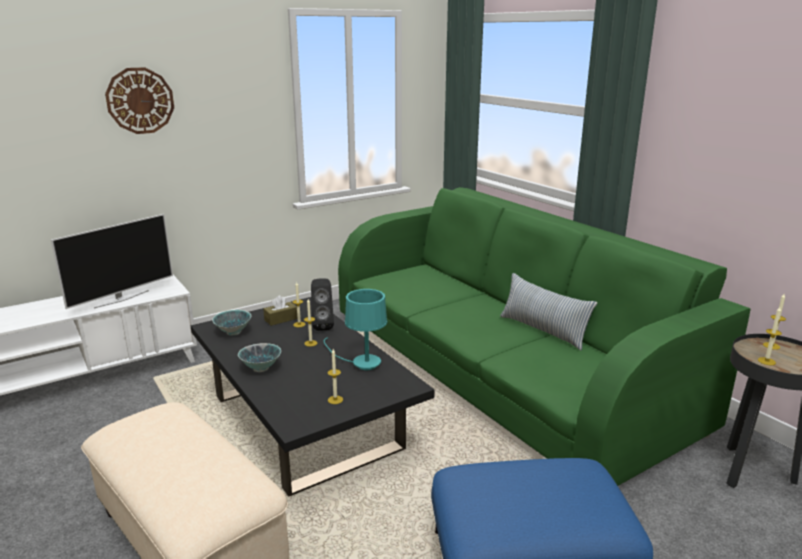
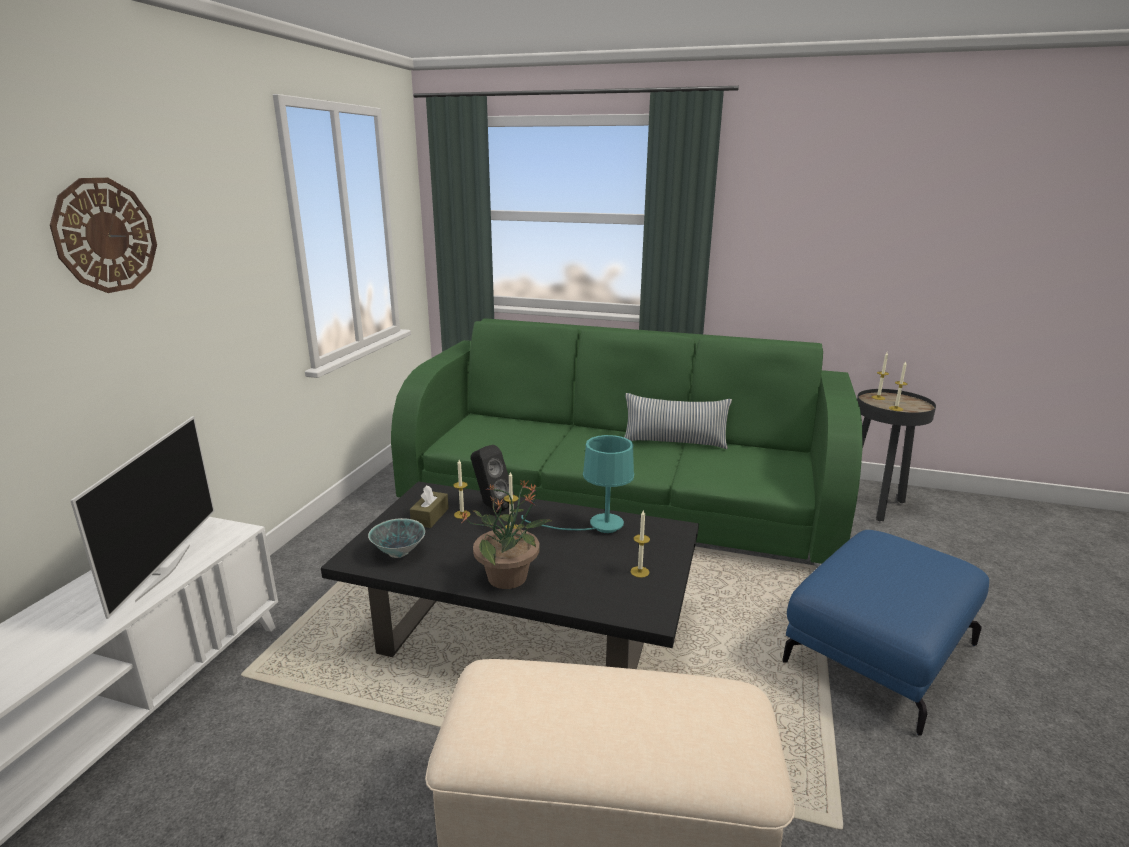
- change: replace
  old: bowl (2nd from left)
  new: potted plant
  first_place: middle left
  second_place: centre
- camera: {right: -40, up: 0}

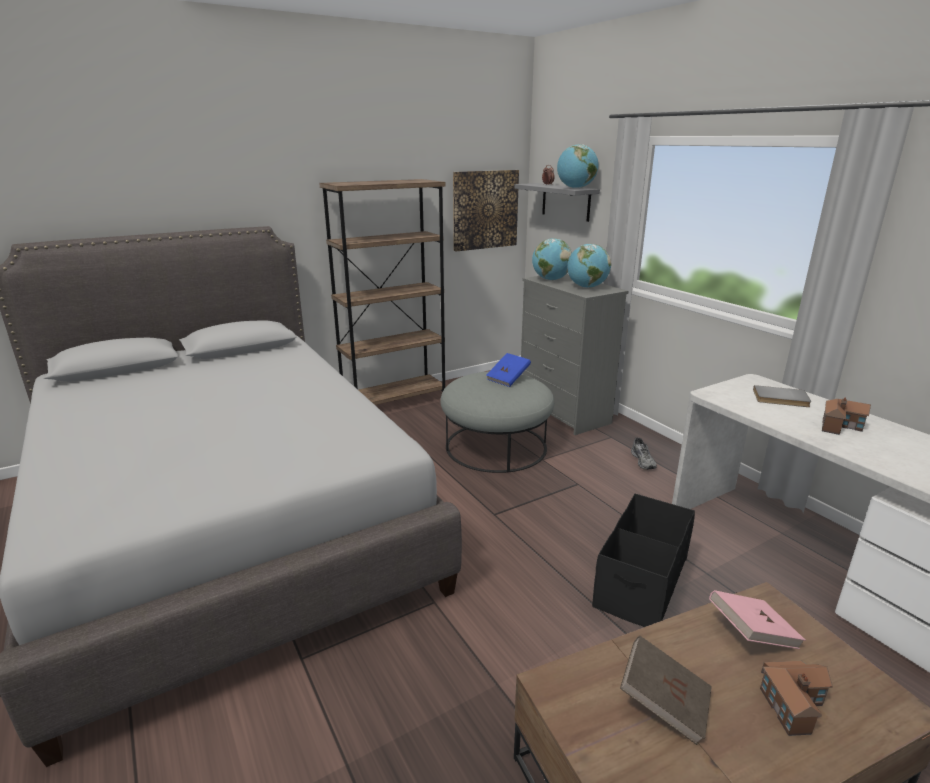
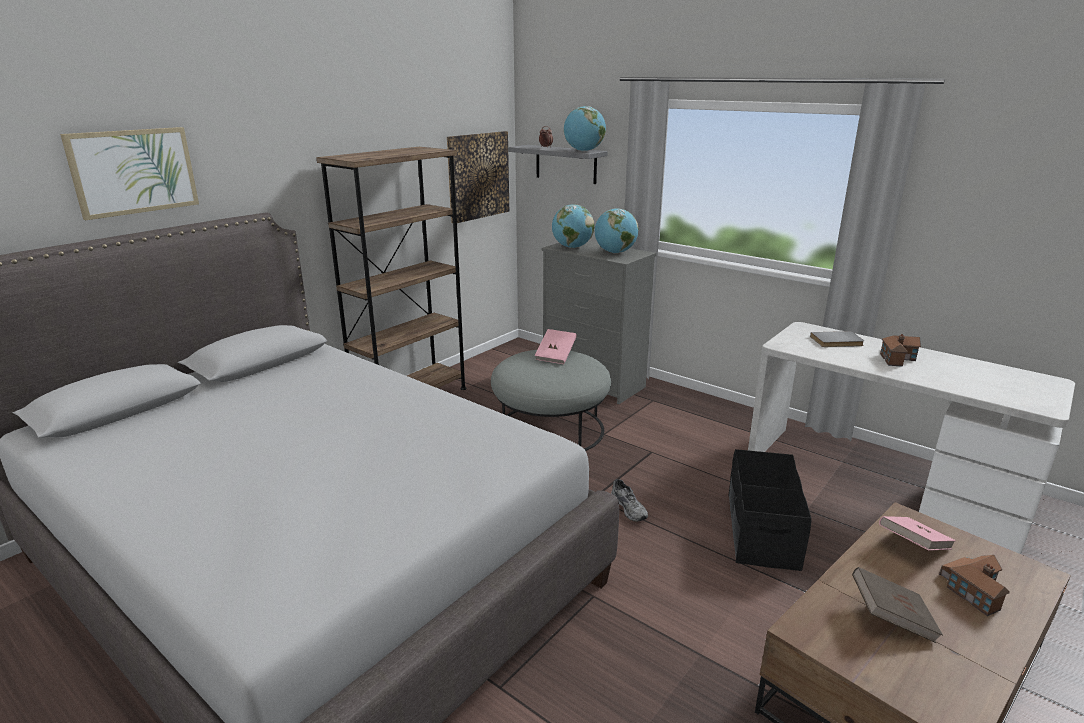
- change: recolor
  old: blue book
  new: pink book (1st from left)
  first_place: centre
  second_place: centre
- change: move
  old: grey shoe
  first_place: middle right
  second_place: bottom centre
- change: insert
  new: picture (1st from left)
  second_place: top left
- camera: {right: -20, up: 0}

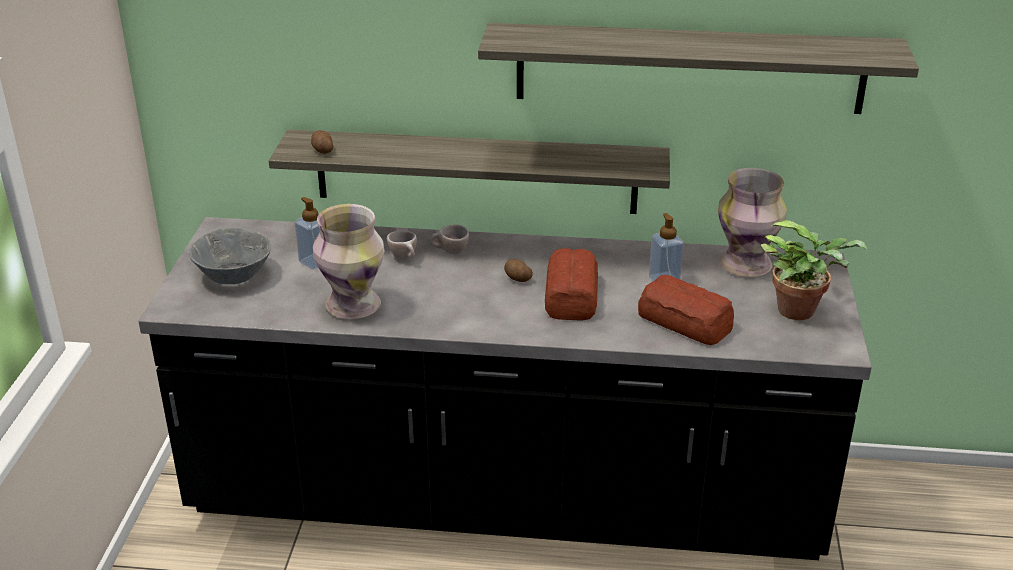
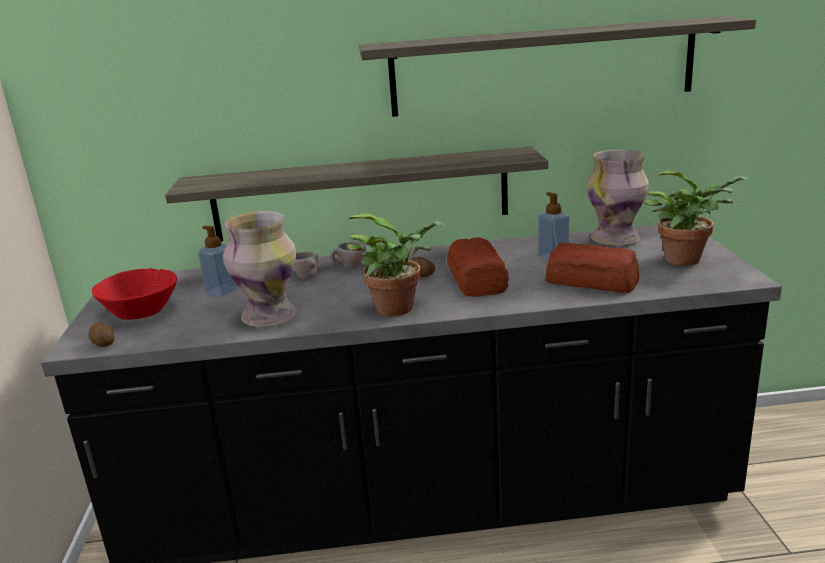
- change: move
  old: potato (1st from left)
  first_place: top left
  second_place: middle left
- change: recolor
  old: grey bowl
  new: red bowl
  first_place: middle left
  second_place: middle left
- change: insert
  new: potted plant (1st from left)
  second_place: centre
- camera: {right: -10, up: -10}

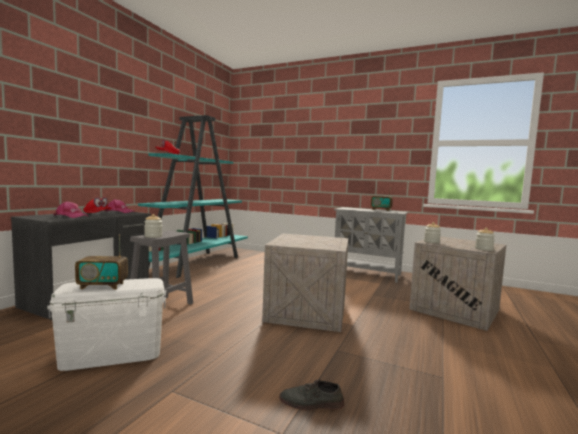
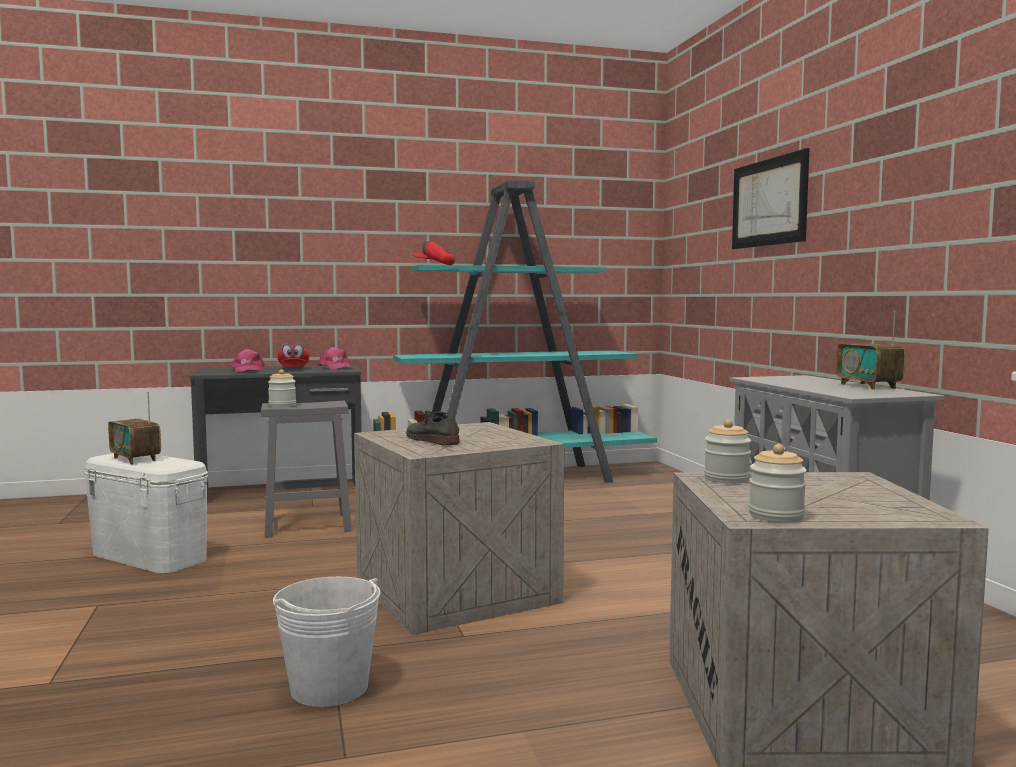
- change: move
  old: grey shoe
  first_place: bottom centre
  second_place: centre
- change: insert
  new: picture
  second_place: top right
- change: insert
  new: white bucket
  second_place: bottom left
- camera: {right: 50, up: 0}

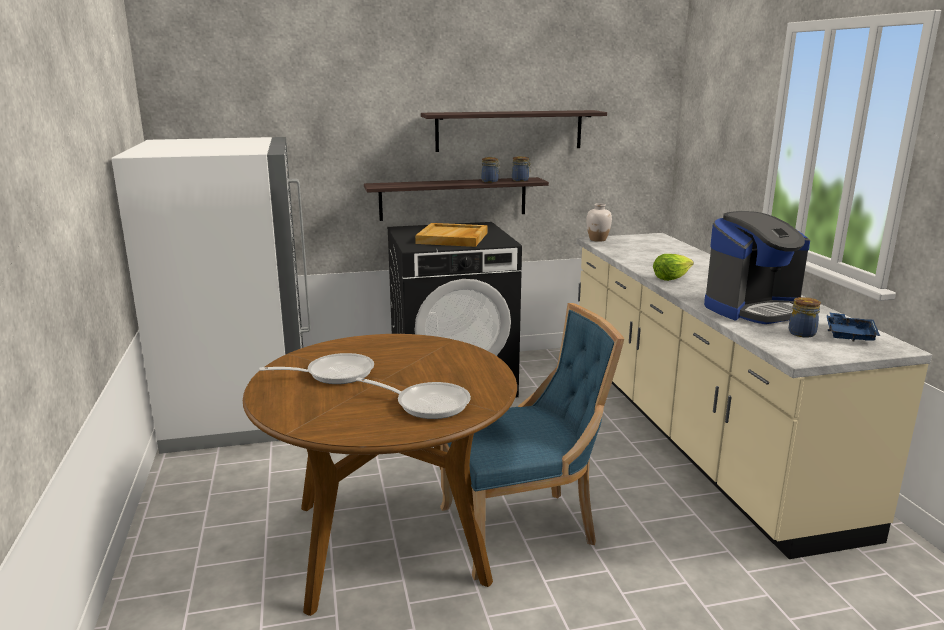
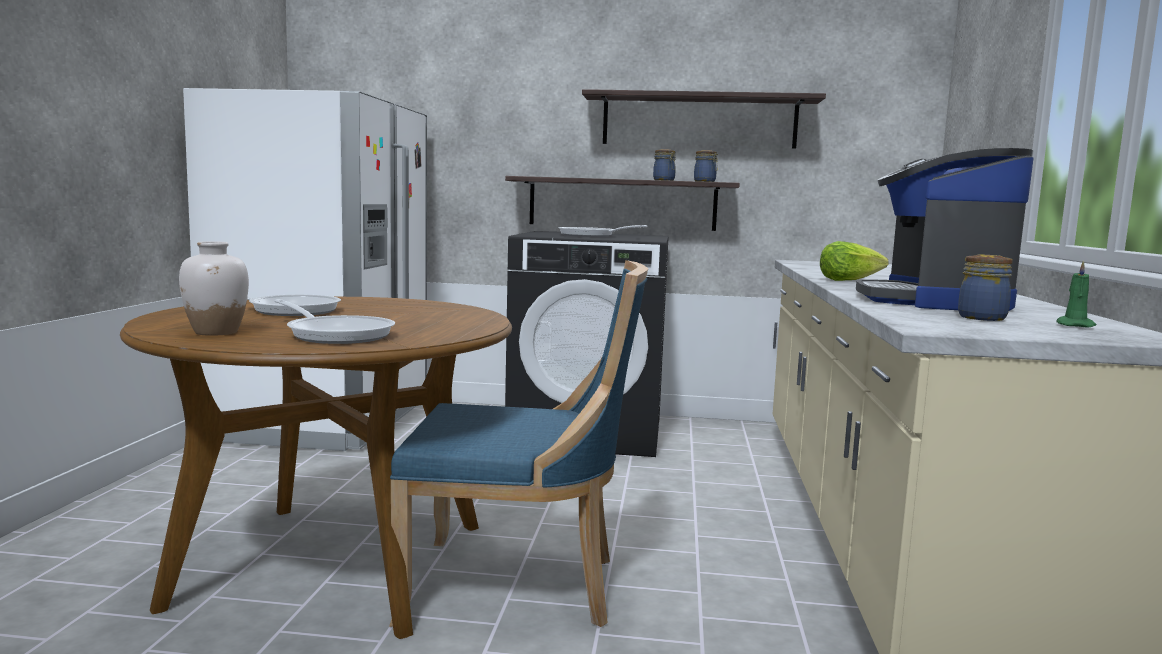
- change: move
  old: white vase
  first_place: centre
  second_place: middle left
- change: rotate
  old: coffee machine
  first_place: middle right
  second_place: middle right
  degrees: 105
- change: replace
  old: beige tray
  new: frying pan (3rd from left)
  first_place: centre
  second_place: centre
- change: replace
  old: blue tray
  new: green candle
  first_place: middle right
  second_place: middle right
- camera: {right: 20, up: -10}

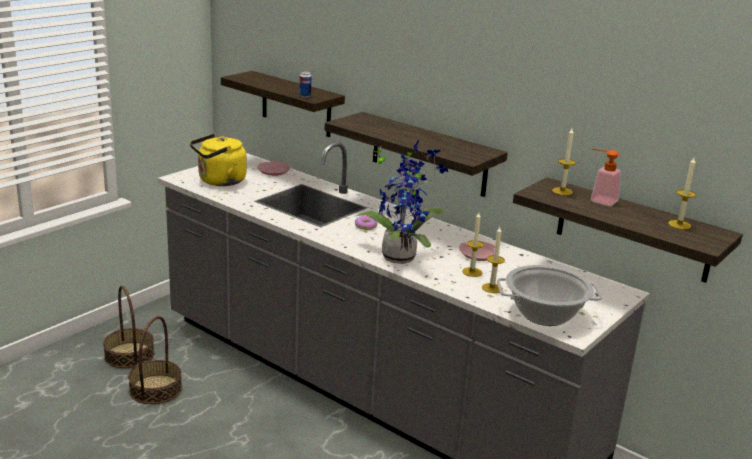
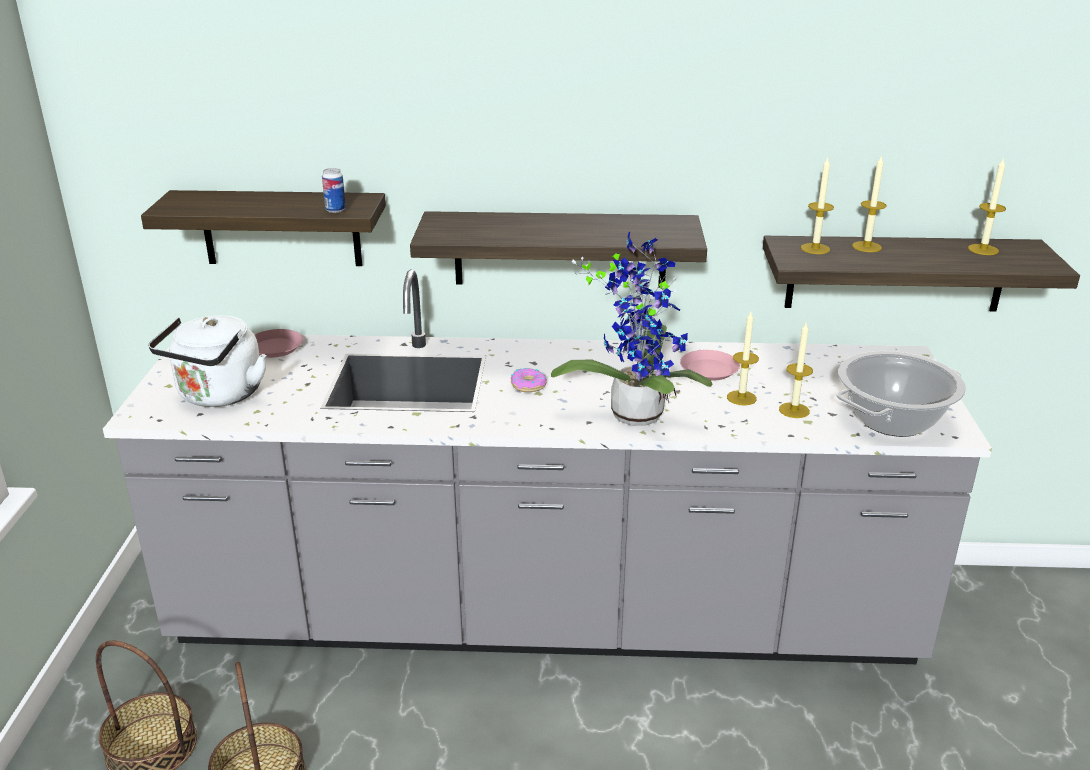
- change: recolor
  old: yellow kettle
  new: white kettle
  first_place: middle left
  second_place: middle left
- change: replace
  old: soap dispenser
  new: candle (4th from left)
  first_place: middle right
  second_place: top right
- camera: {right: -35, up: 5}

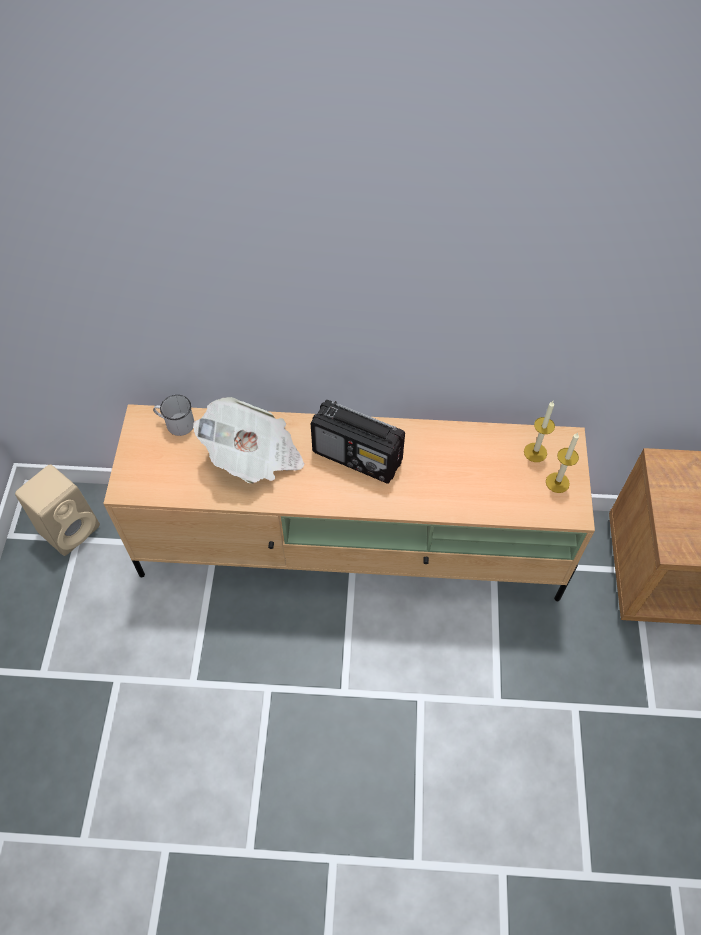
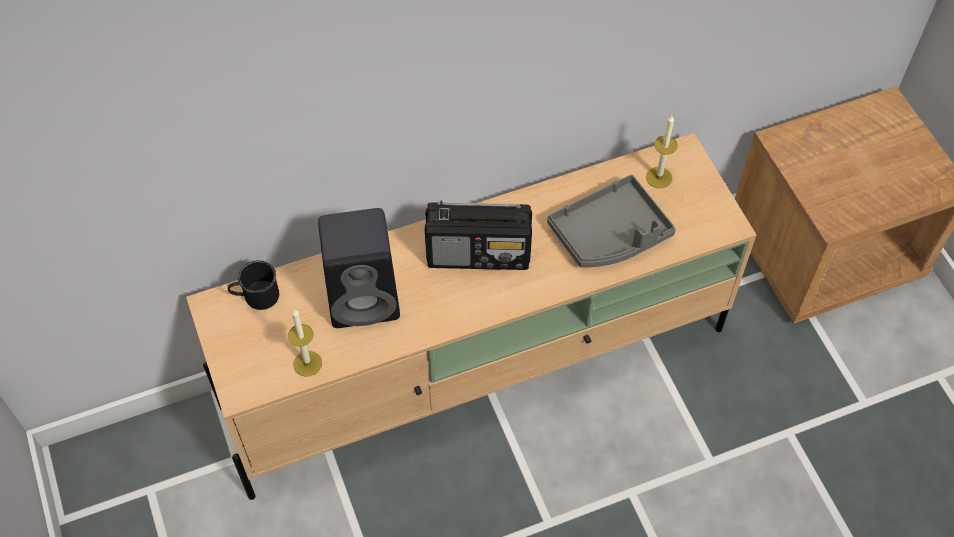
- change: recolor
  old: white mug
  new: black mug
  first_place: middle left
  second_place: middle left
- change: replace
  old: newspaper
  new: black speaker
  first_place: centre
  second_place: centre
- change: move
  old: candle (2nd from left in the first image)
  new: candle (1st from left)
  first_place: middle right
  second_place: middle left
- change: delete
  old: beige speaker
  first_place: middle left
- change: insert
  new: grey tray
  second_place: centre
- camera: {right: -25, up: 0}

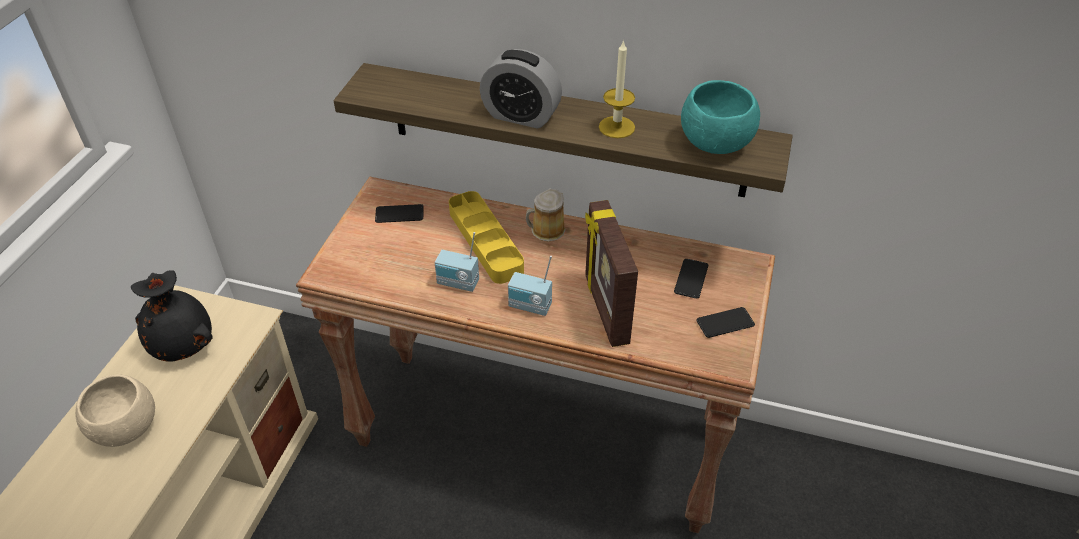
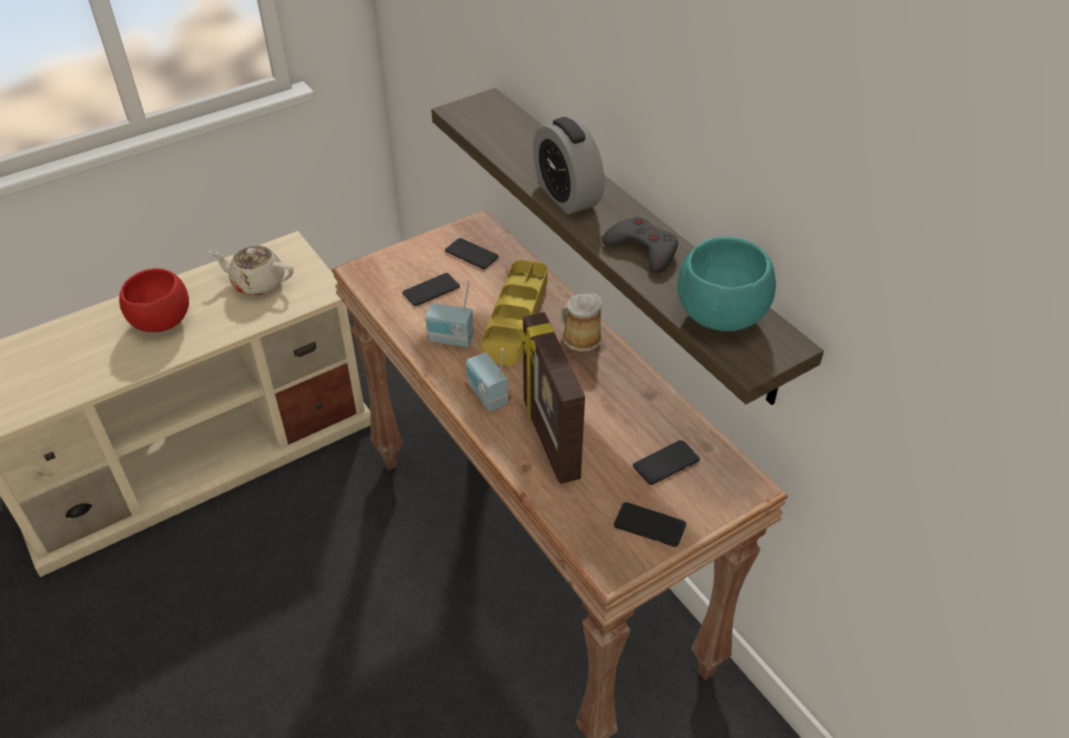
- change: replace
  old: candle
  new: grey game controller
  first_place: top centre
  second_place: top centre
- change: rotate
  old: picture frame
  first_place: centre
  second_place: centre
  degrees: -45
- change: rotate
  old: radio (1st from left)
  first_place: centre
  second_place: centre
  degrees: -45
- change: replace
  old: black vase
  new: beige teapot
  first_place: middle left
  second_place: middle left
- change: recolor
  old: beige bowl
  new: red bowl
  first_place: bottom left
  second_place: middle left
- change: insert
  new: phone (1st from left)
  second_place: centre
- camera: {right: 40, up: 0}

